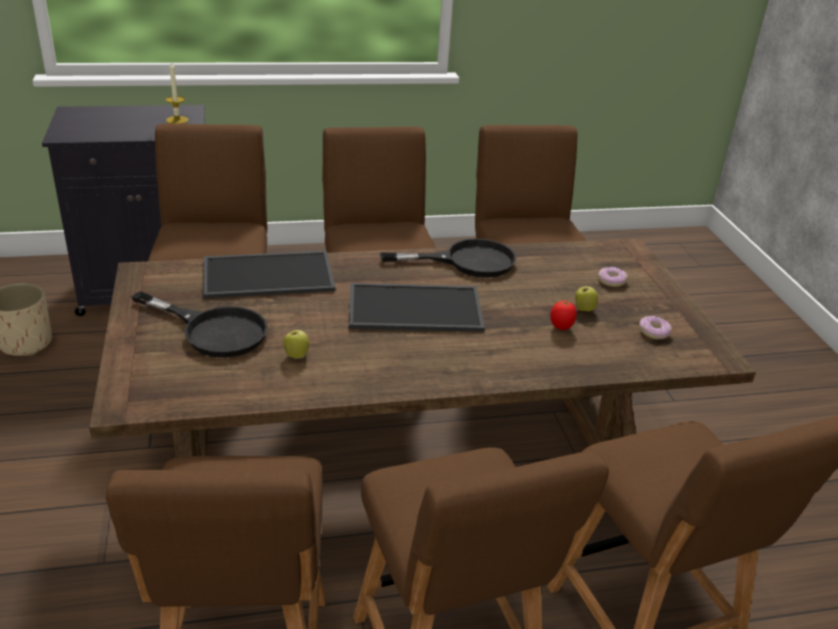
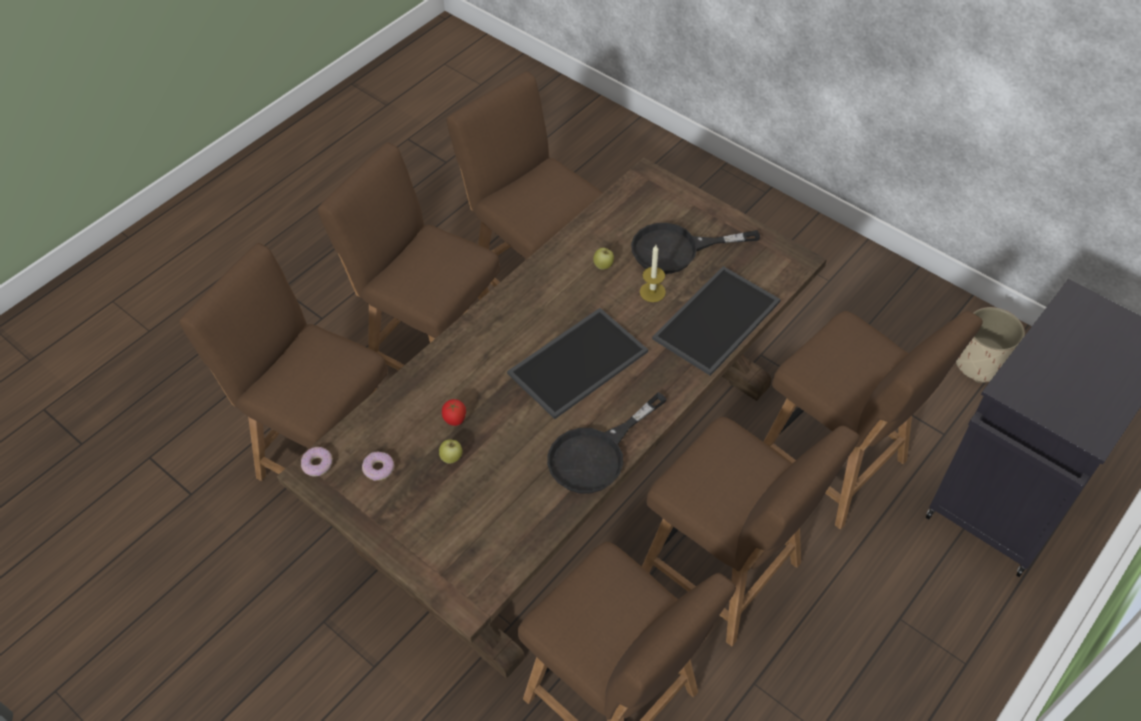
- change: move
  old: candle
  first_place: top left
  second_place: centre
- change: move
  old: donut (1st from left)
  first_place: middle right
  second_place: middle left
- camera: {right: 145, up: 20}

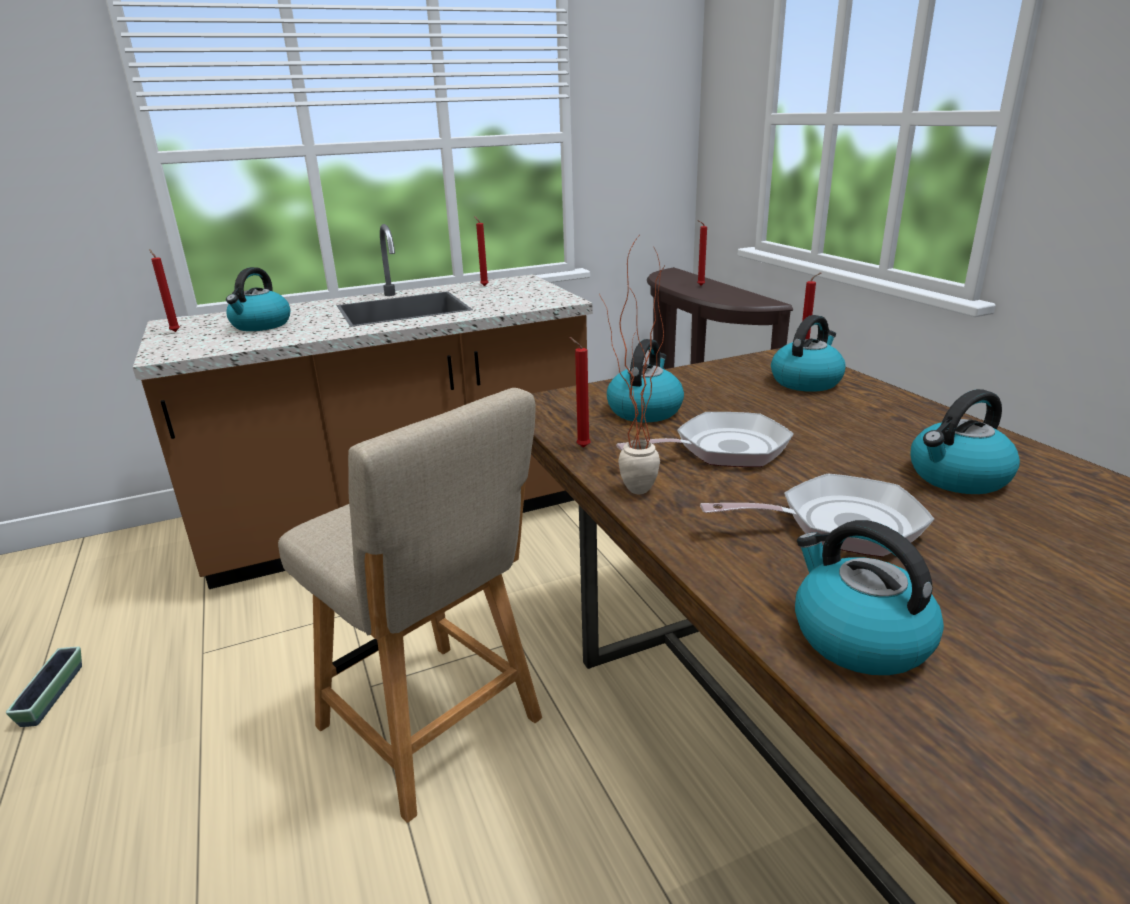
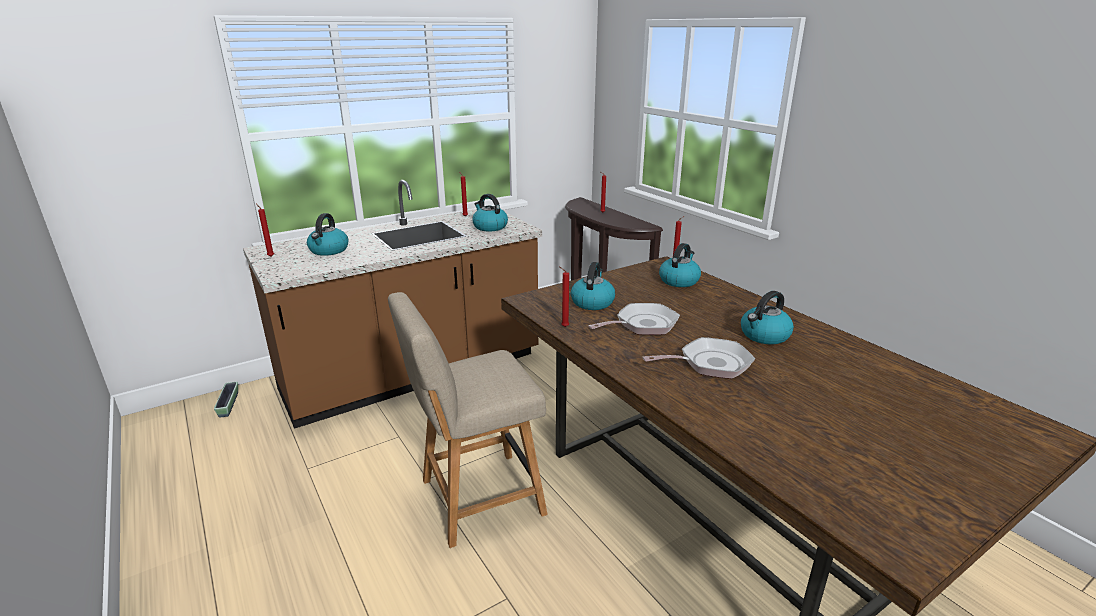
- change: delete
  old: potted plant
  first_place: centre
- change: rotate
  old: beige chair
  first_place: bottom centre
  second_place: bottom centre
  degrees: 120
- change: move
  old: kettle (4th from left in the first image)
  new: kettle (2nd from left)
  first_place: middle right
  second_place: centre
- change: move
  old: planter
  first_place: bottom left
  second_place: middle left
- camera: {right: -10, up: 0}

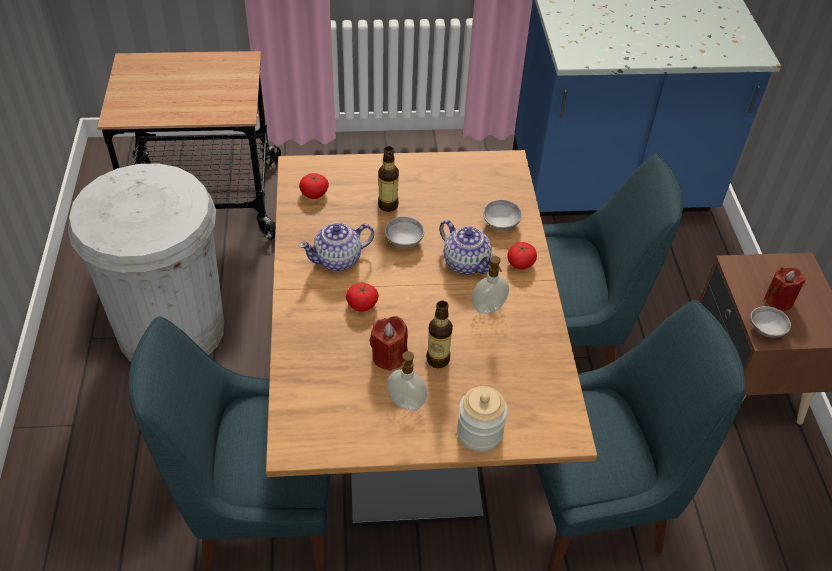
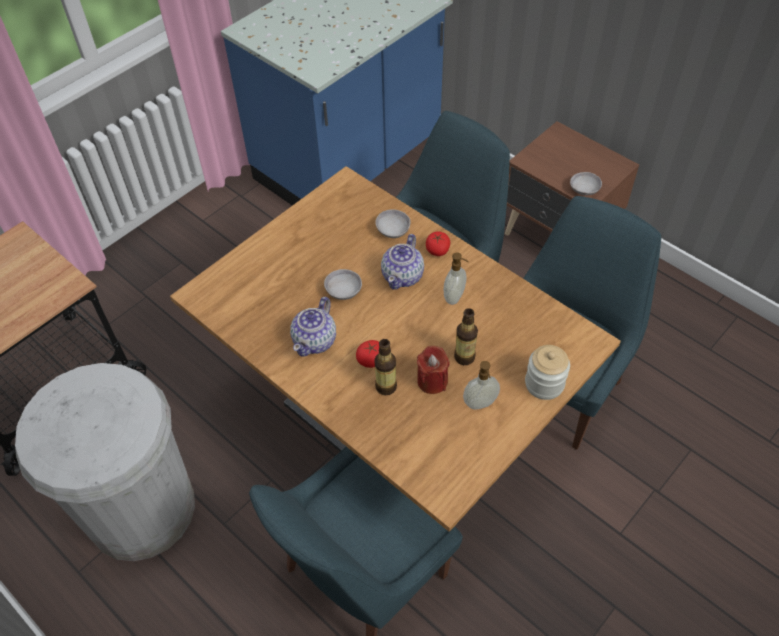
- change: move
  old: bottle (1st from left)
  first_place: top centre
  second_place: centre
- change: delete
  old: tomato (1st from left)
  first_place: top centre
- change: rotate
  old: teapot (2nd from left)
  first_place: centre
  second_place: centre
  degrees: 105
- change: delete
  old: red candle (2nd from left)
  first_place: middle right
- camera: {right: -40, up: 5}

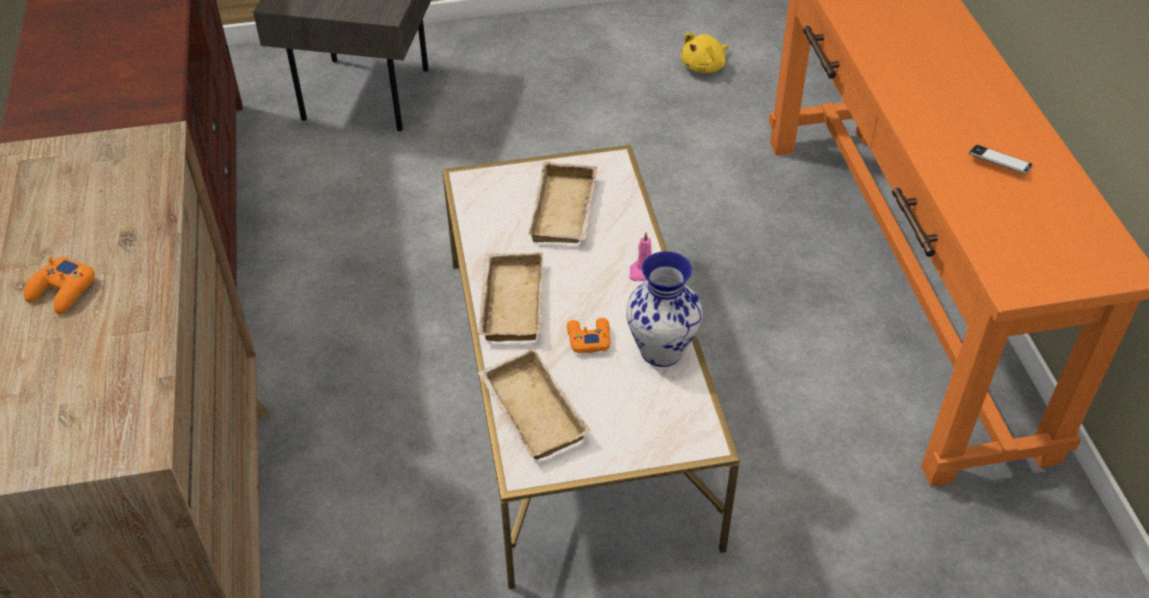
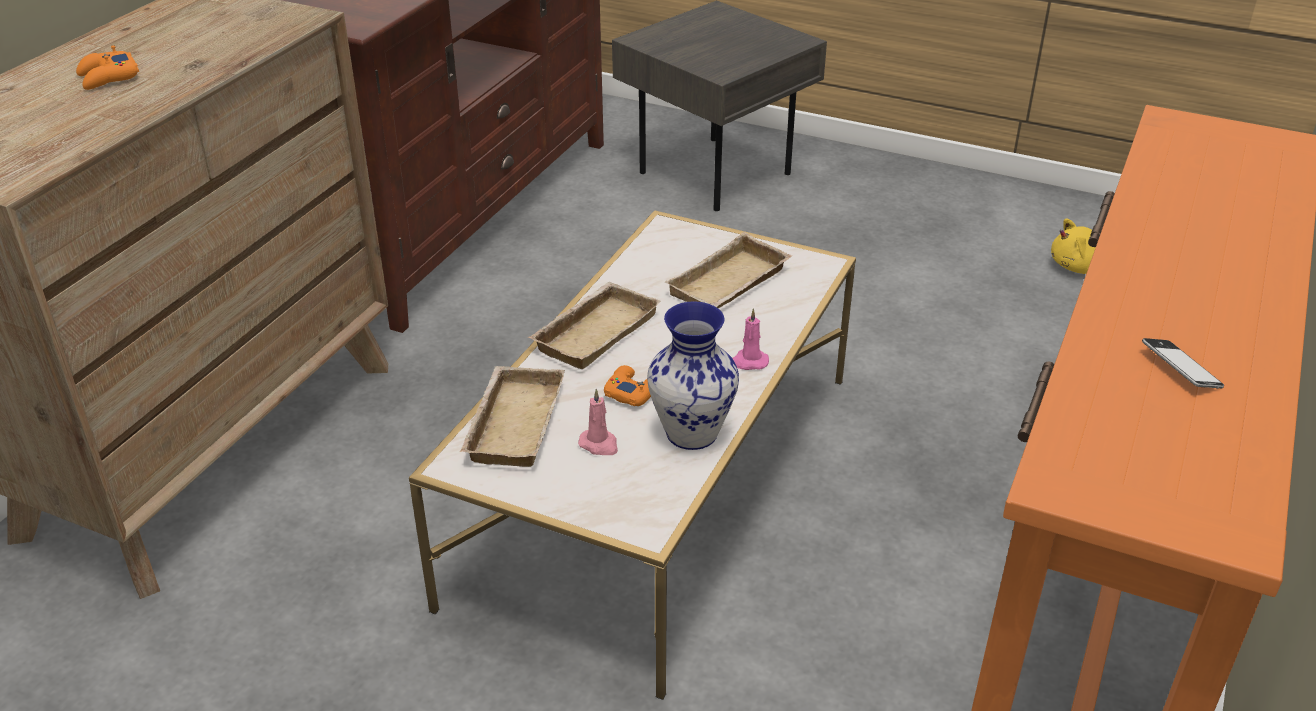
- change: insert
  new: pink candle (1st from left)
  second_place: centre
- camera: {right: 35, up: -10}

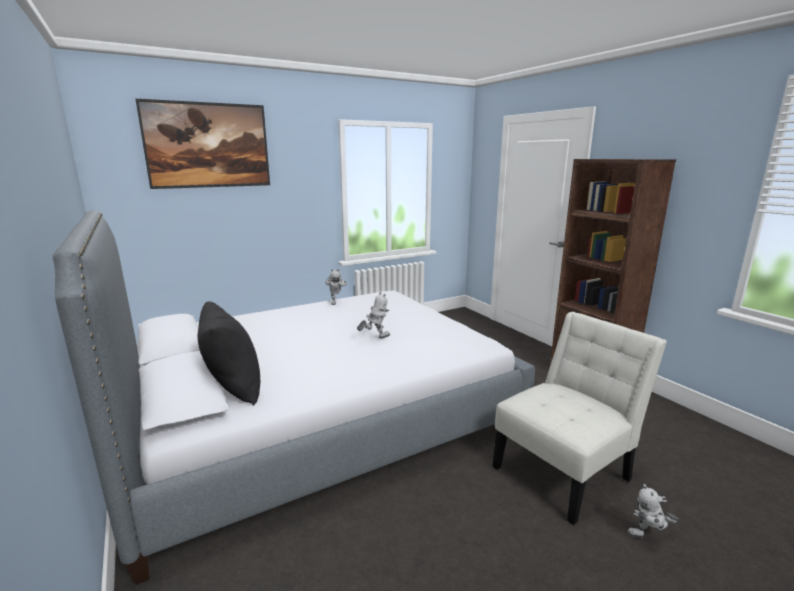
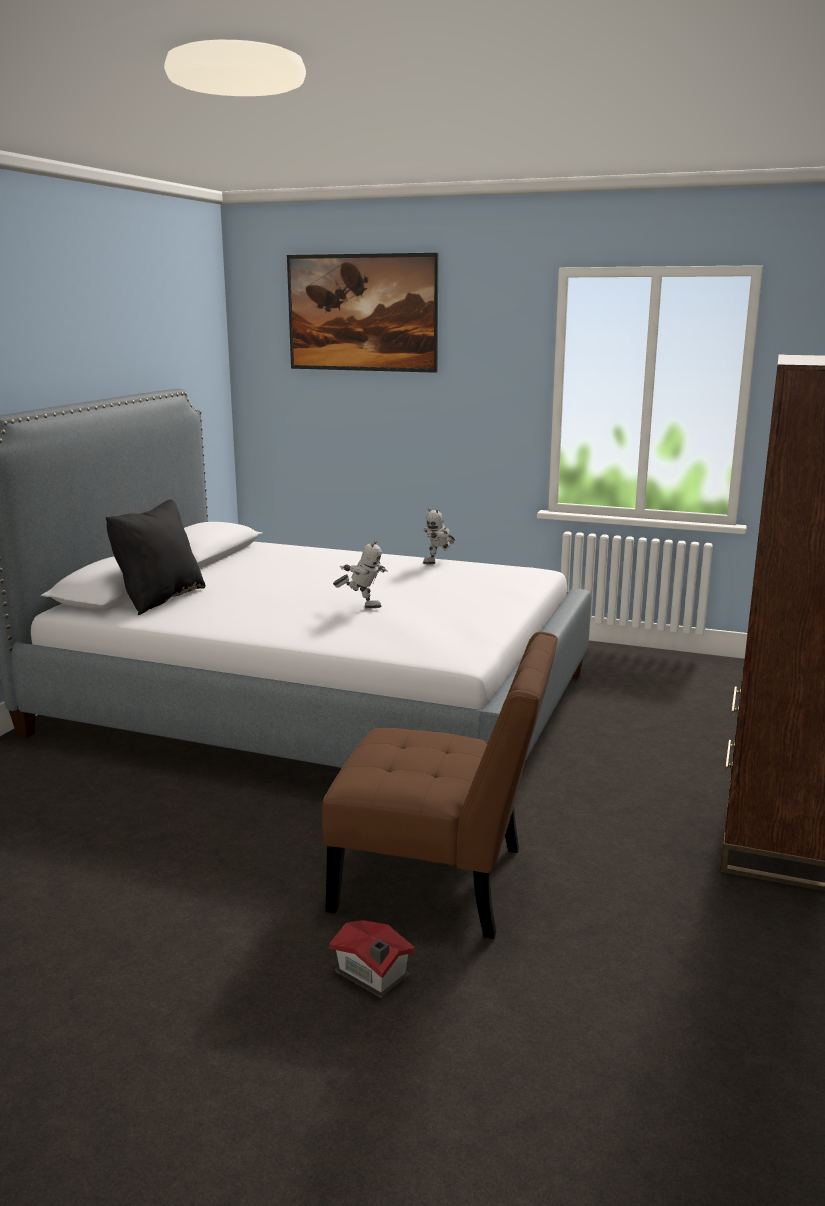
- change: recolor
  old: white chair
  new: brown chair
  first_place: bottom right
  second_place: centre
- change: replace
  old: toy robot (3rd from left)
  new: toy house
  first_place: bottom right
  second_place: bottom centre
- camera: {right: 50, up: 0}

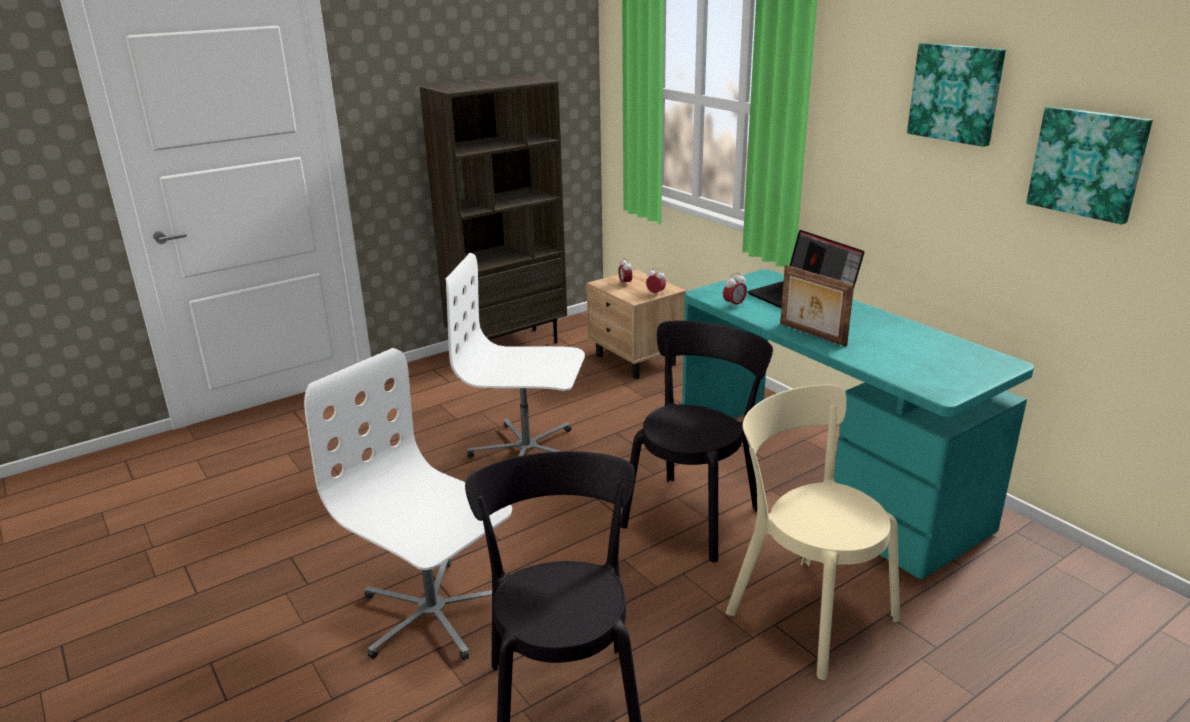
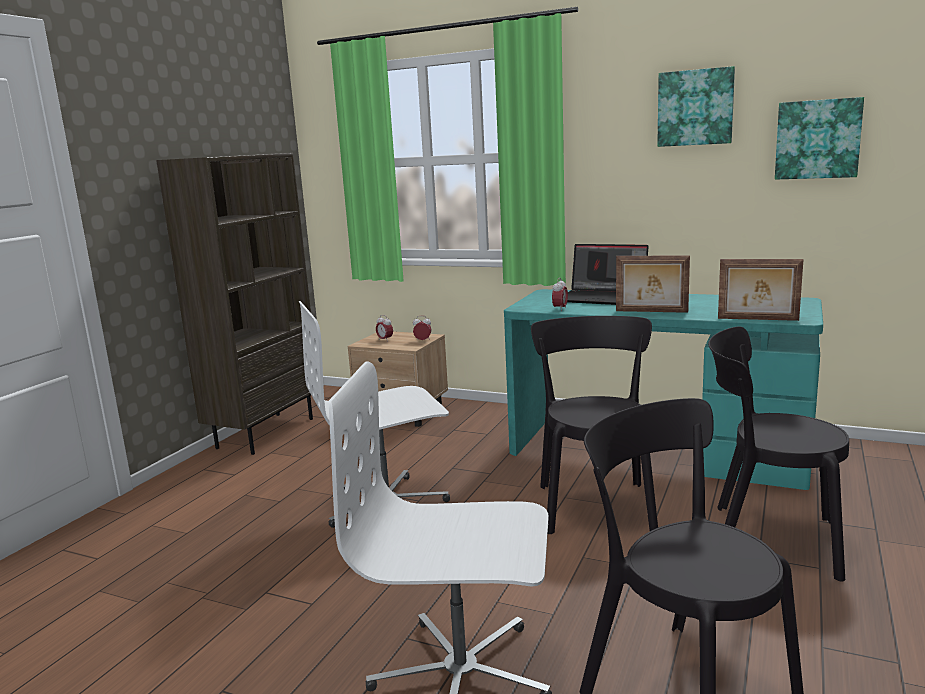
- change: recolor
  old: beige chair
  new: black chair (3rd from left)
  first_place: bottom right
  second_place: middle right
- change: insert
  new: picture frame (2nd from left)
  second_place: middle right
- camera: {right: -30, up: -10}

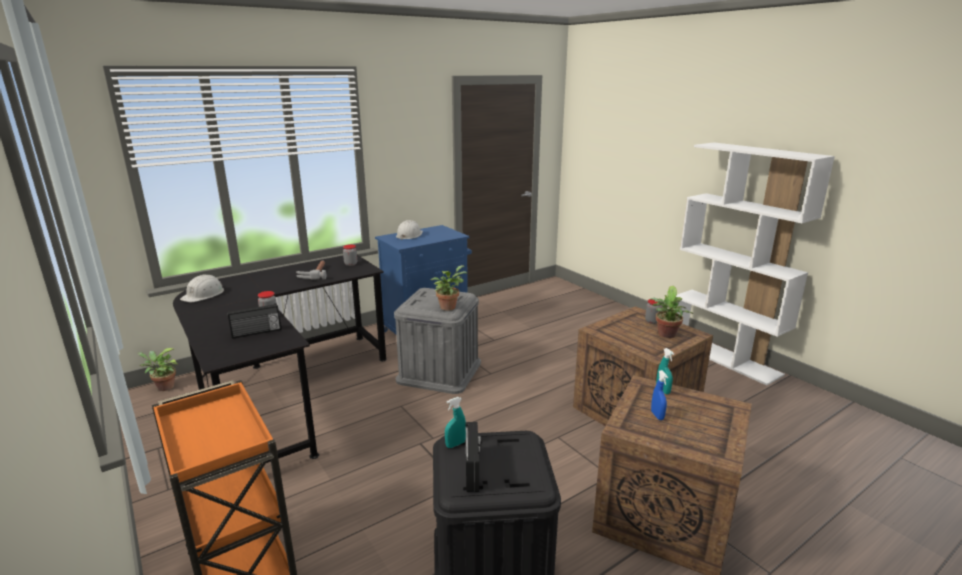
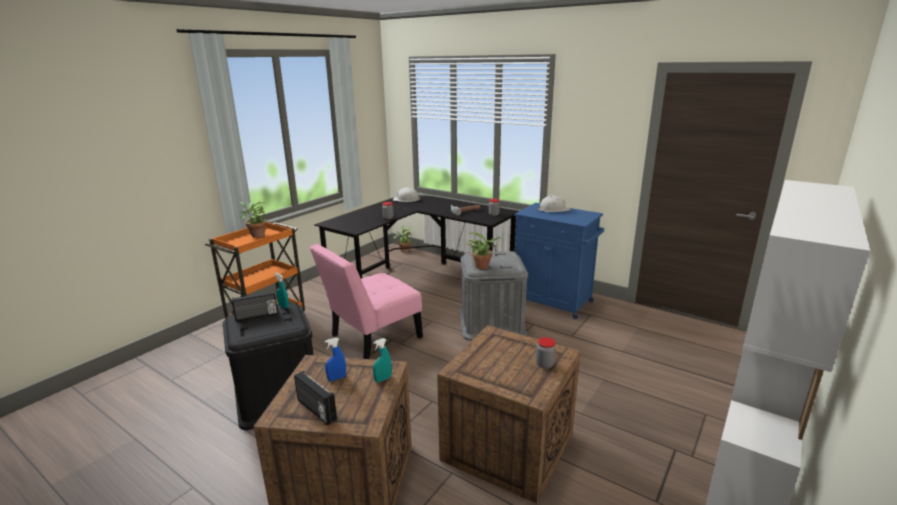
- change: move
  old: potted plant (3rd from left in the first image)
  new: potted plant (1st from left)
  first_place: middle right
  second_place: middle left
- change: move
  old: radio (1st from left in the first image)
  new: radio (2nd from left)
  first_place: middle left
  second_place: bottom centre
- change: insert
  new: pink chair
  second_place: centre
- camera: {right: 70, up: 0}

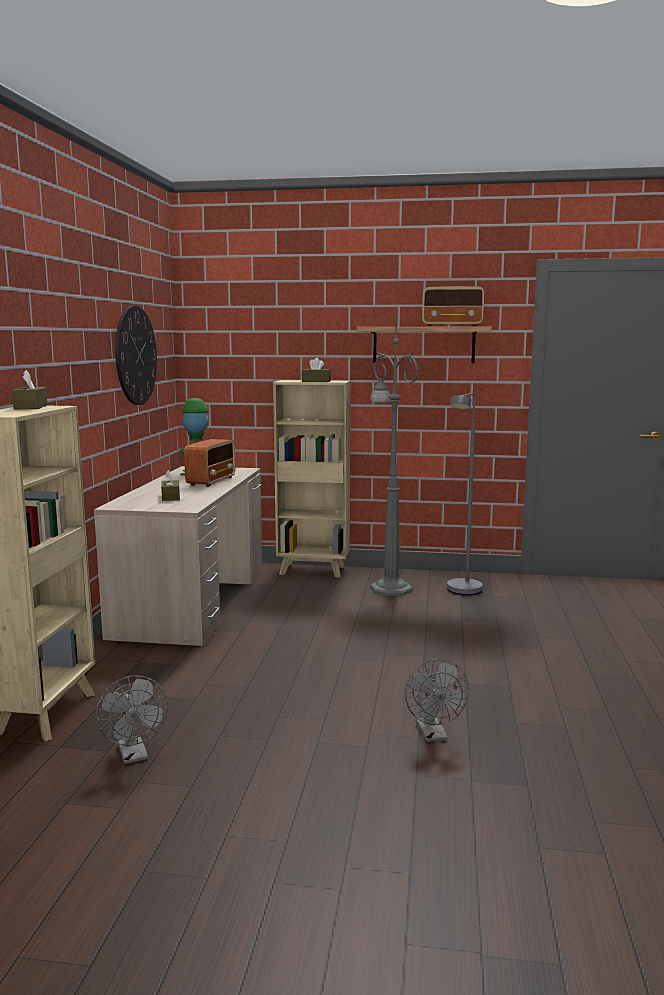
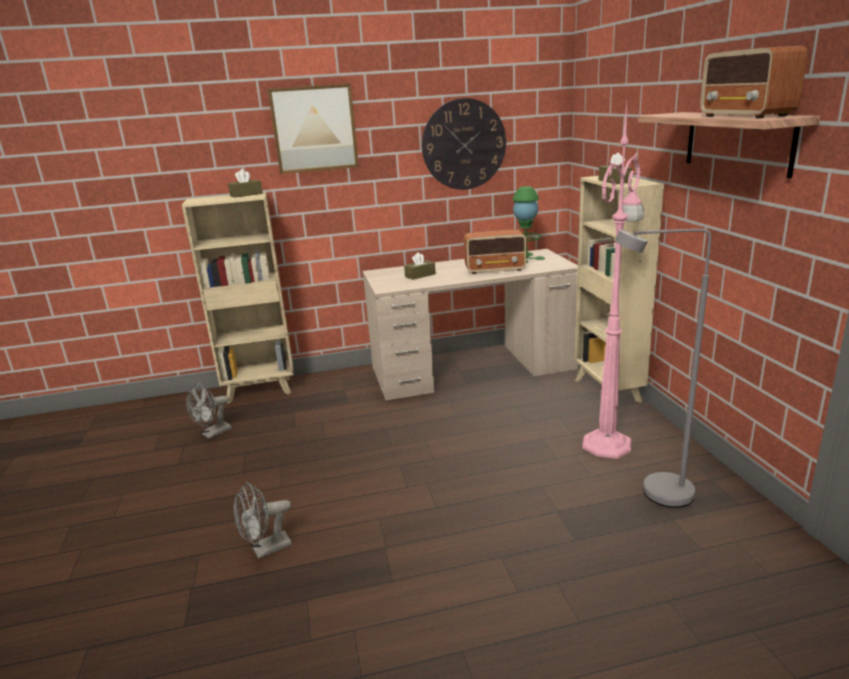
- change: recolor
  old: grey floor lamp (1st from left)
  new: pink floor lamp
  first_place: centre
  second_place: middle right
- change: insert
  new: picture
  second_place: top centre
- camera: {right: 70, up: 10}

